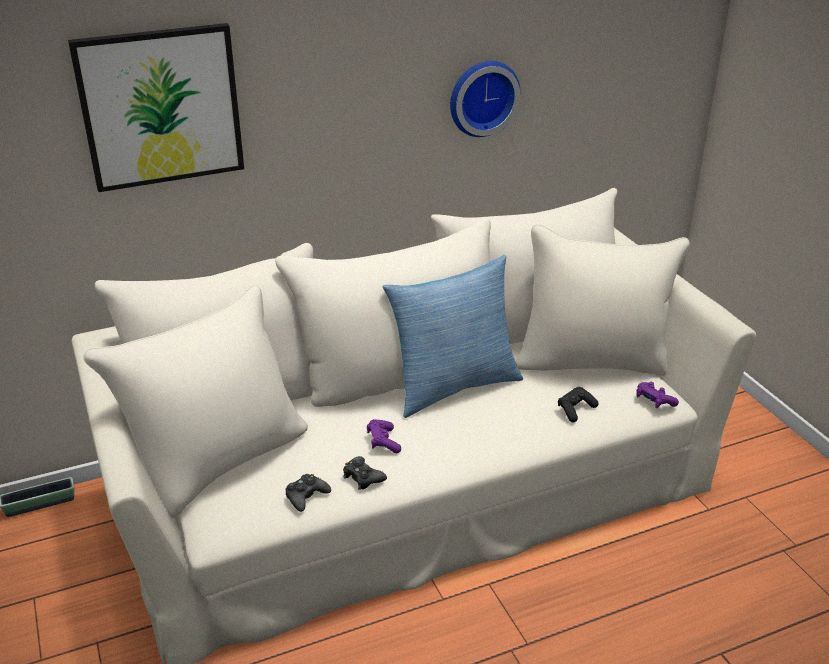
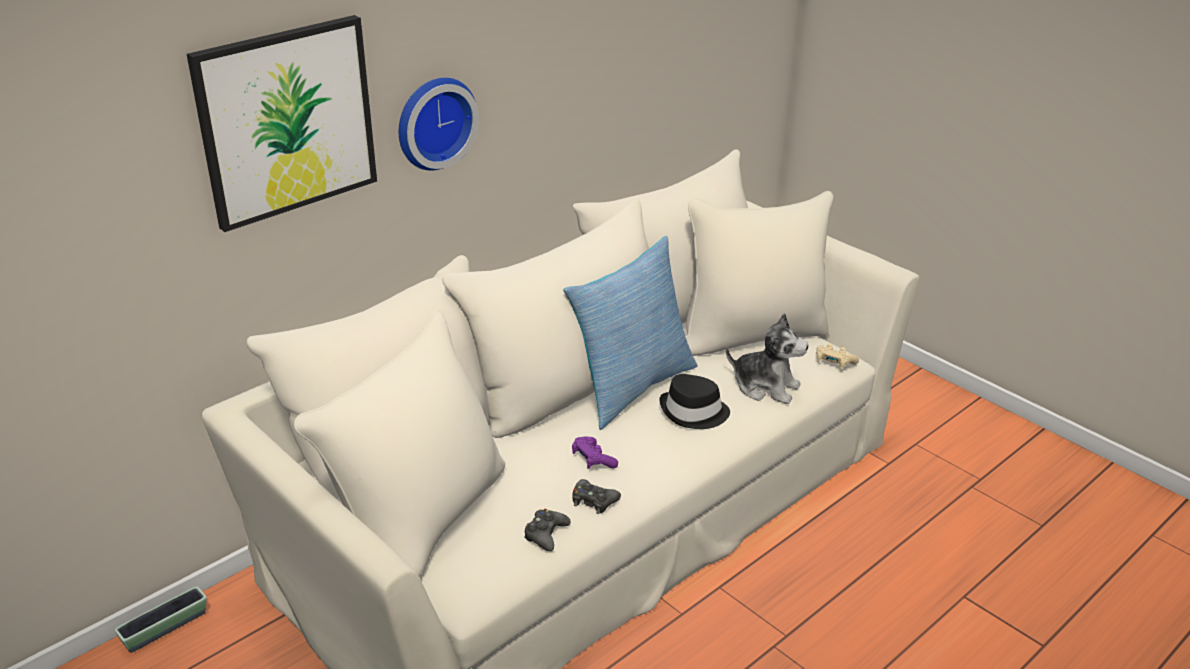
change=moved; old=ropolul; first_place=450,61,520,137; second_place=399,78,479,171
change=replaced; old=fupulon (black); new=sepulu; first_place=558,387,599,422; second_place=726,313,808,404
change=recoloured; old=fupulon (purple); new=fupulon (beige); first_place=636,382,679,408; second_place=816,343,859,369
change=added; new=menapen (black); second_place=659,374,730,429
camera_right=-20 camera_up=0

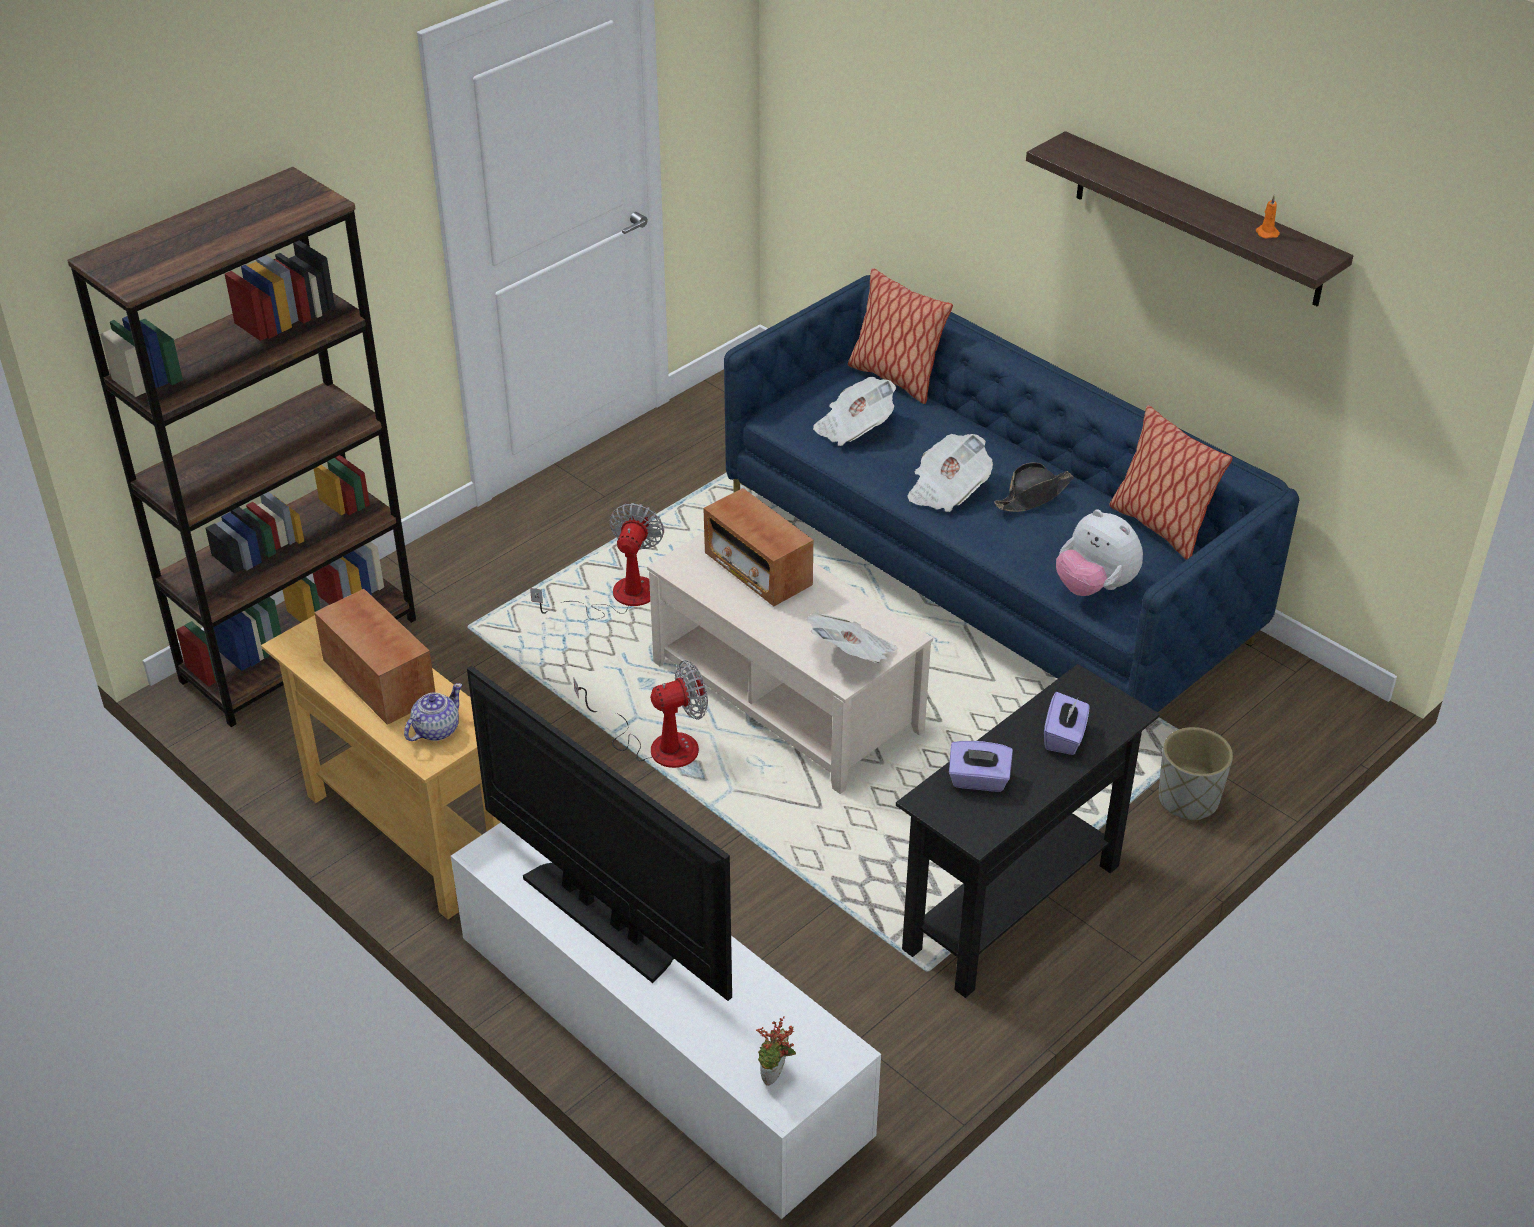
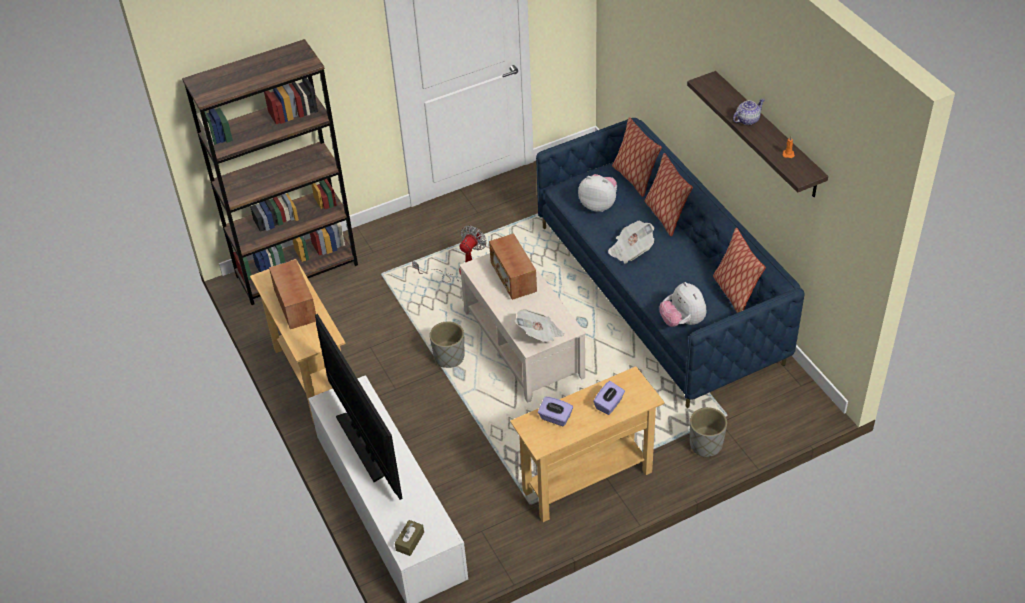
change=moved; old=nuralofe; first_place=404,683,462,741; second_place=733,98,765,125
change=replaced; old=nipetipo; new=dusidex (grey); first_place=573,660,708,768; second_place=430,321,464,368
change=replaced; old=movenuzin; new=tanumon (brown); first_place=756,1016,796,1086; second_place=395,520,424,556
change=replaced; old=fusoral; new=sepulu; first_place=813,376,896,446; second_place=578,174,617,212
change=recoloured; old=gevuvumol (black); new=gevuvumol (beige); first_place=896,664,1160,998; second_place=510,366,665,522
change=removed; old=menapen (black); first_place=994,462,1074,512
change=added; new=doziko; second_place=645,153,693,236
camera_right=20 camera_up=5

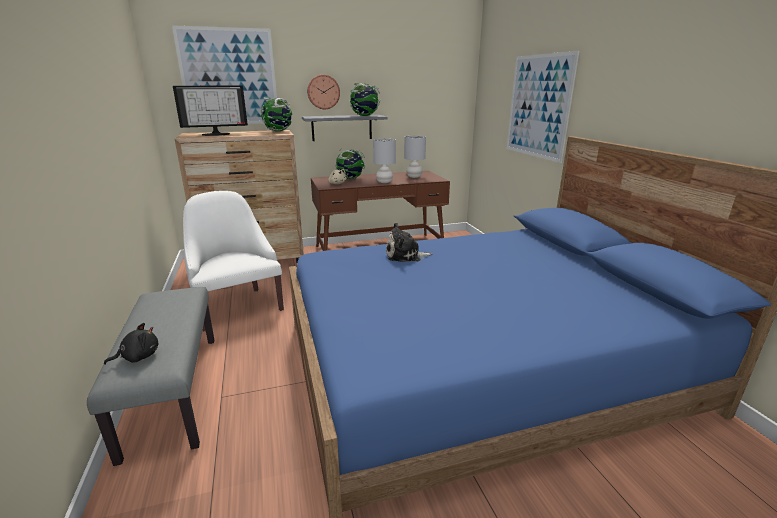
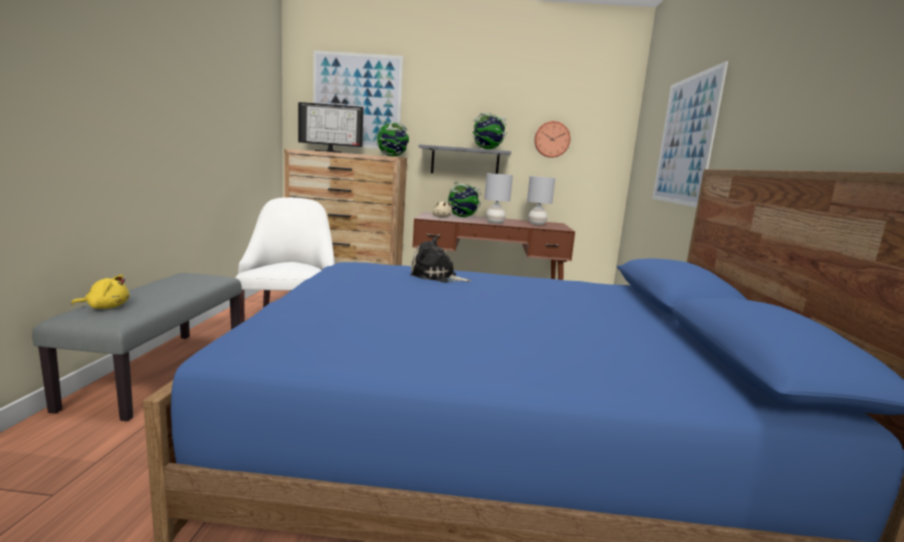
change=recoloured; old=sepulu (black); new=sepulu (yellow); first_place=104,323,159,365; second_place=71,275,130,309
change=moved; old=ropolul; first_place=307,75,340,109; second_place=534,121,571,158
camera_right=20 camera_up=-10

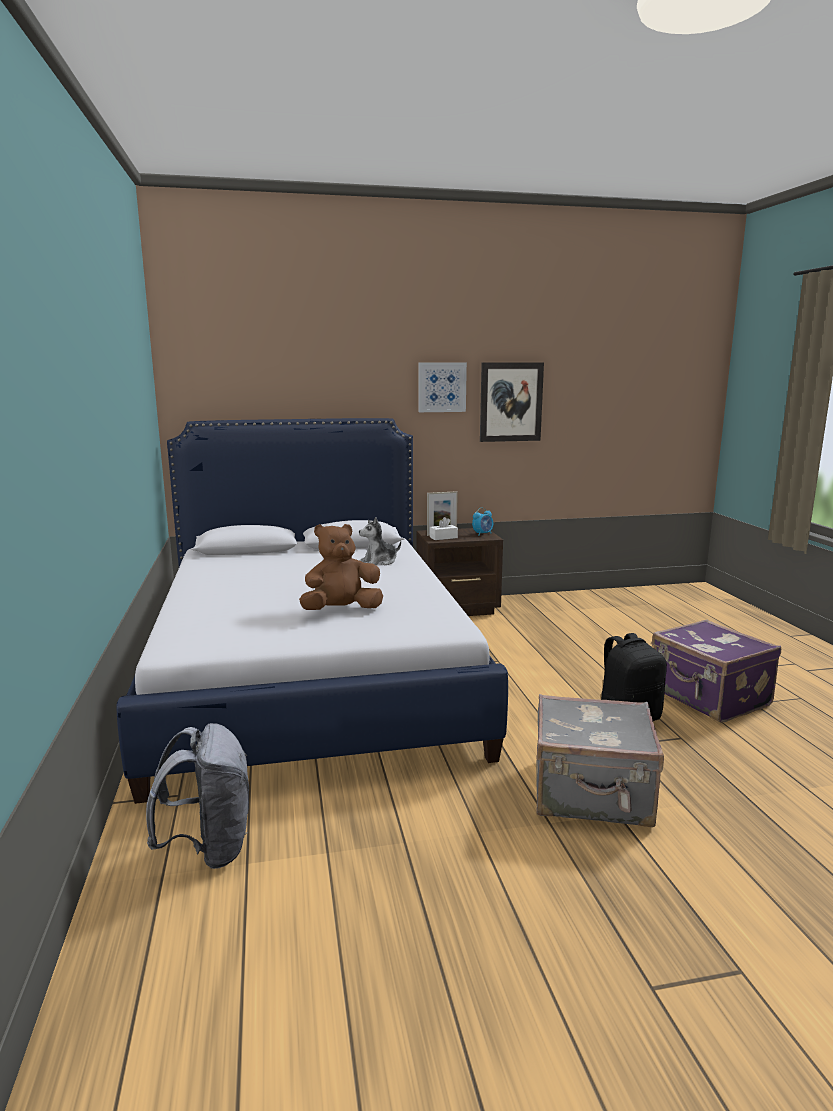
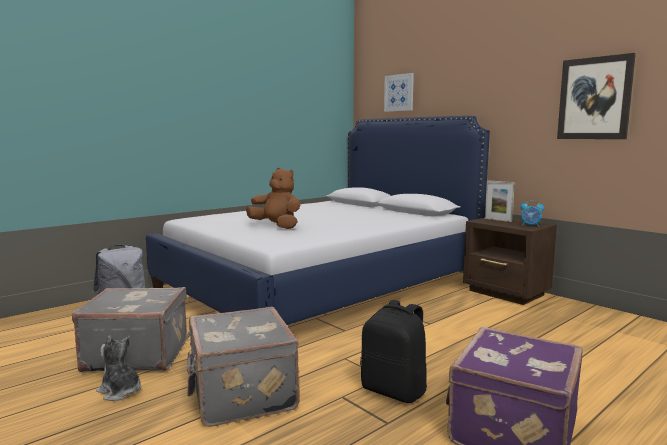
change=moved; old=sepulu; first_place=359,517,401,565; second_place=96,336,141,401
change=moved; old=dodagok; first_place=419,362,467,412; second_place=384,73,414,112
change=removed; old=tanumon (white); first_place=430,517,458,540
change=added; new=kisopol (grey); second_place=72,287,187,372
camera_right=60 camera_up=-5

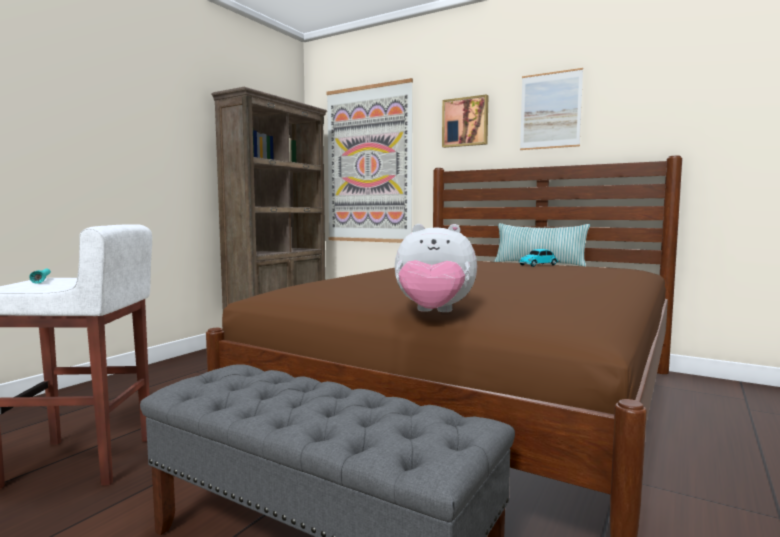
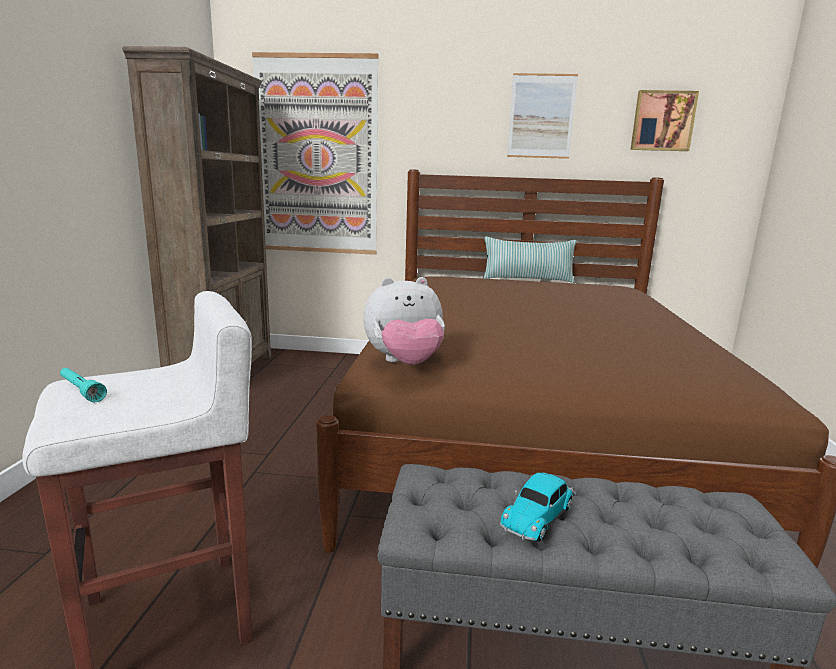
change=moved; old=sepulu; first_place=395,224,477,312; second_place=363,277,445,365
change=moved; old=dodagok; first_place=442,94,488,148; second_place=631,90,699,151
change=moved; old=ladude; first_place=518,249,560,267; second_place=500,472,576,541
camera_right=-25 camera_up=10

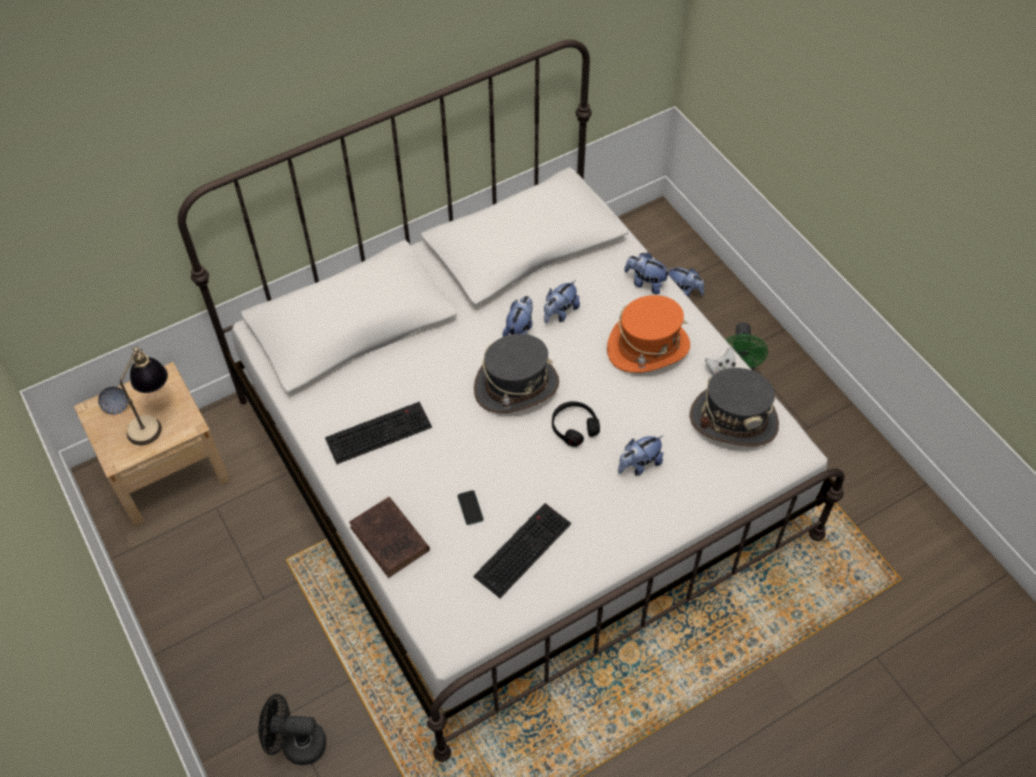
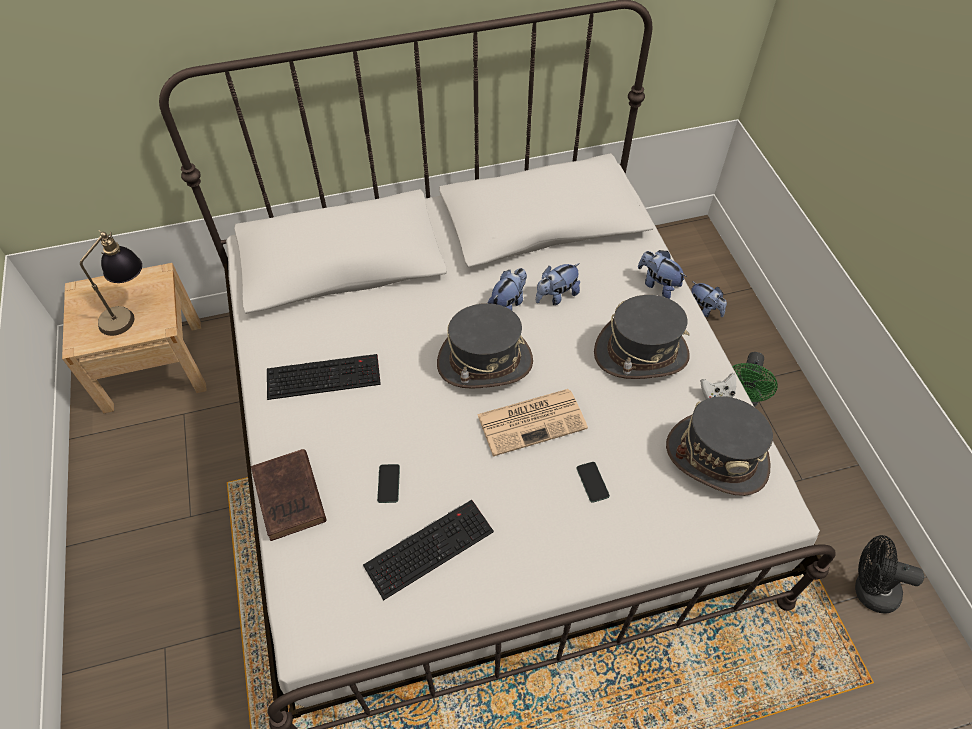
change=removed; old=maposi; first_place=98,386,128,415
change=moved; old=nipetipo (black); first_place=259,694,326,765; second_place=855,535,924,614
change=replaced; old=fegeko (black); new=fusoral; first_place=552,401,600,447; second_place=477,389,588,456
change=recoloured; old=menapen (orange); new=menapen (grey); first_place=607,295,690,373; second_place=594,295,690,379
change=replaced; old=sepulu; new=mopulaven; first_place=618,435,664,475; second_place=576,462,610,503
camera_right=15 camera_up=0

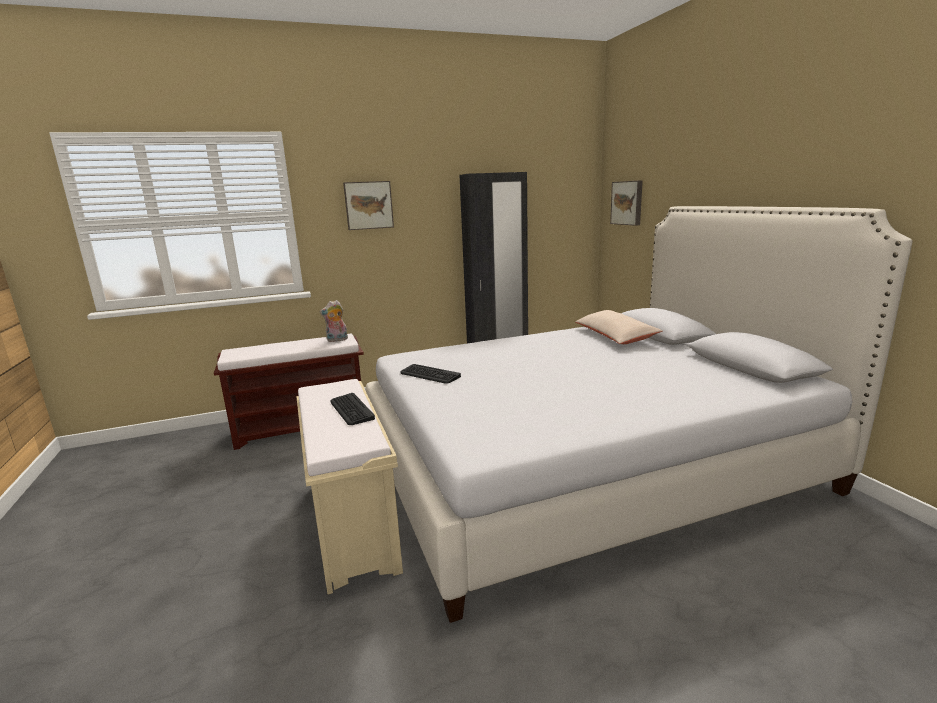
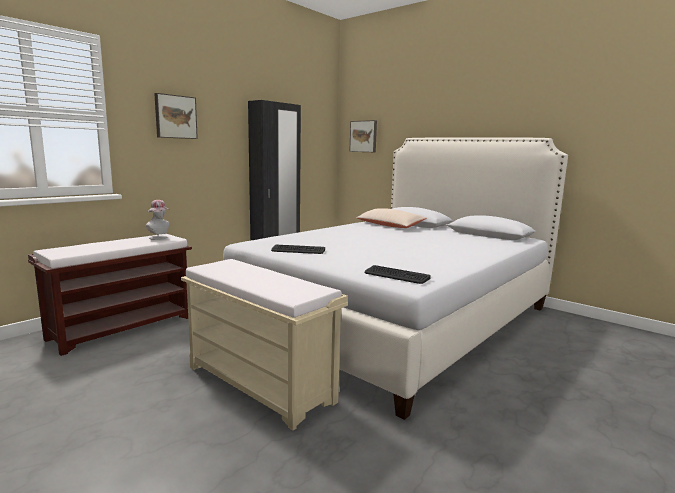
change=replaced; old=sepulu; new=menapen; first_place=320,300,348,342; second_place=146,200,169,240
change=moved; old=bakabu; first_place=330,393,375,425; second_place=365,265,431,284
camera_right=-30 camera_up=-5

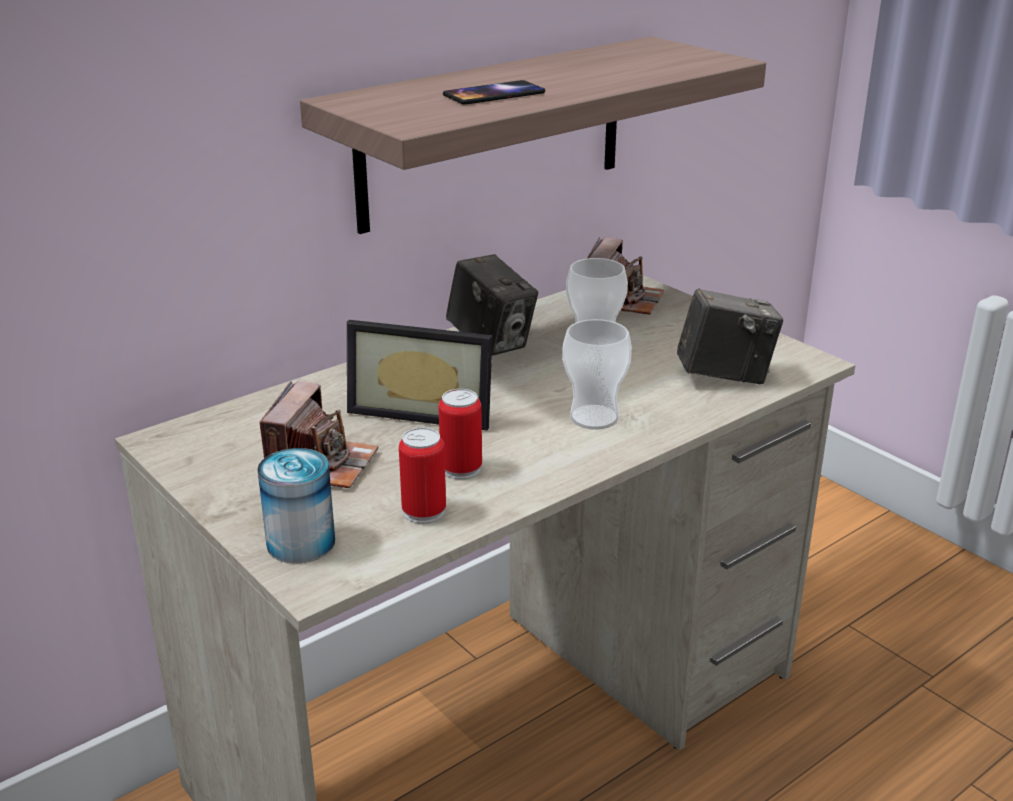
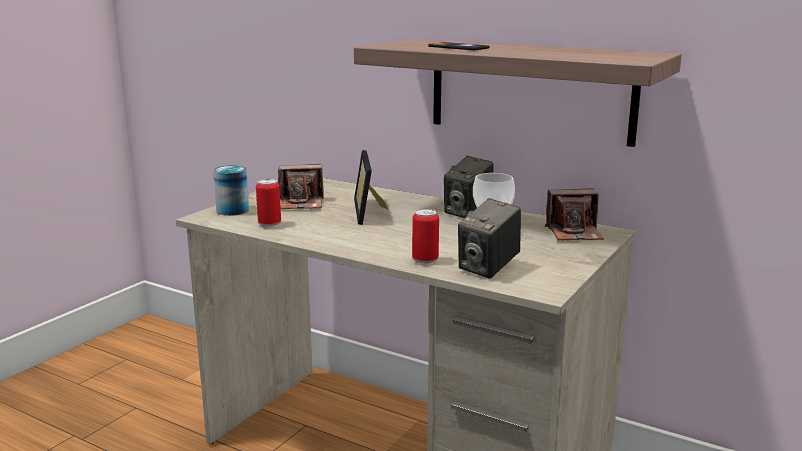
change=moved; old=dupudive; first_place=439,389,482,479; second_place=412,209,439,265
change=removed; old=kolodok; first_place=562,319,632,430
change=turned; old=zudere; first_place=677,289,783,384; second_place=458,198,521,279; degrees=60
camera_right=70 camera_up=-10

